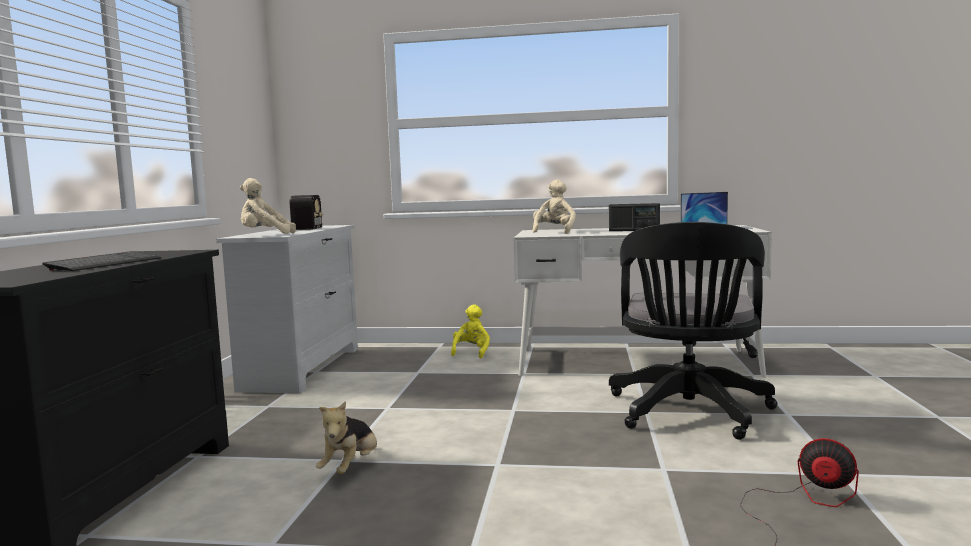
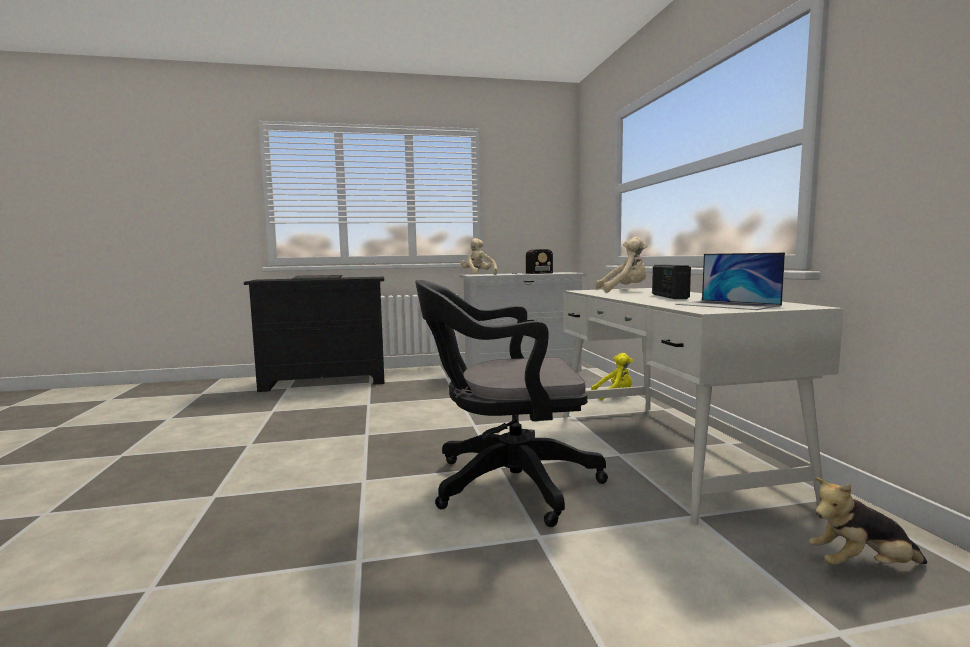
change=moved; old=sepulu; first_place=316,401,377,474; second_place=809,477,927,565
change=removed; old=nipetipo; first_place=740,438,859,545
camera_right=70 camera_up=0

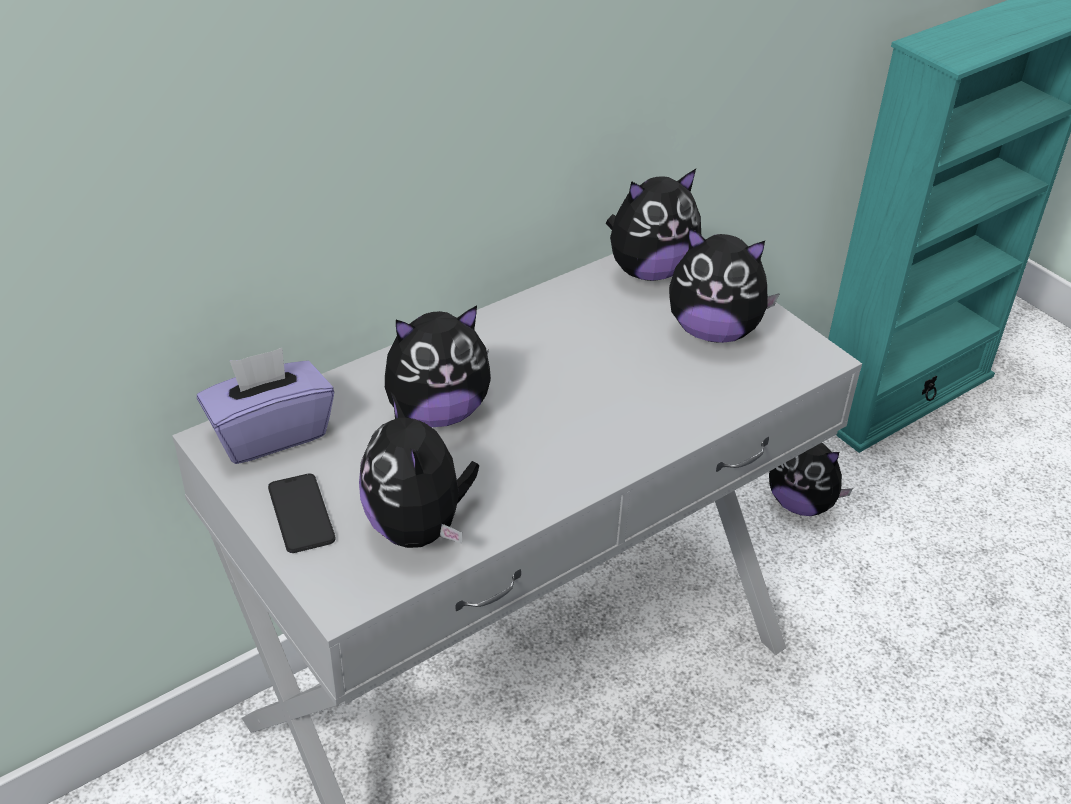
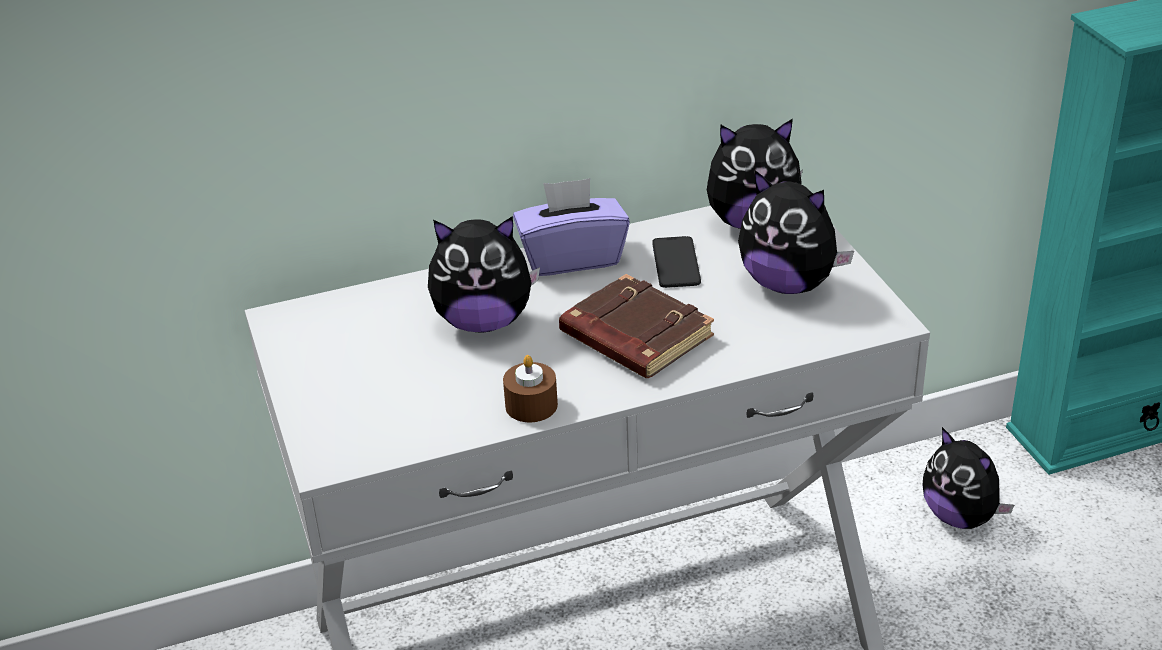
change=moved; old=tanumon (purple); first_place=197,348,334,464; second_place=513,178,630,276
change=moved; old=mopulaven; first_place=268,474,336,553; second_place=652,236,701,288
change=removed; old=sepulu; first_place=359,391,479,548
change=added; new=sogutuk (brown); second_place=503,355,558,422
change=added; new=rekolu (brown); second_place=559,274,714,378
camera_right=20 camera_up=-5

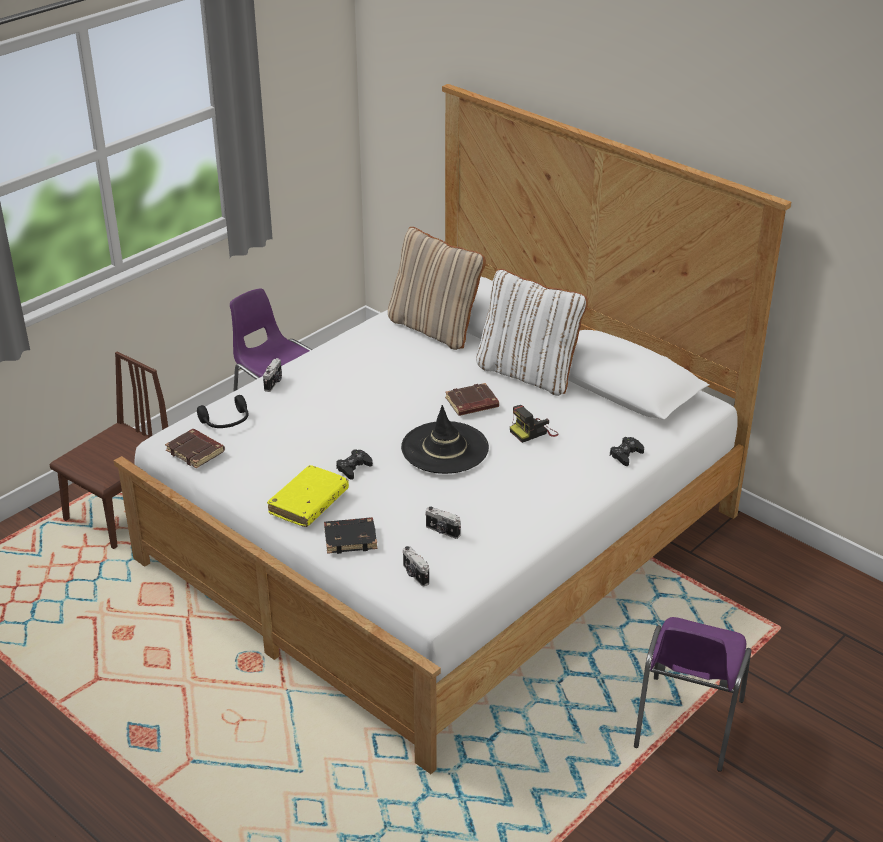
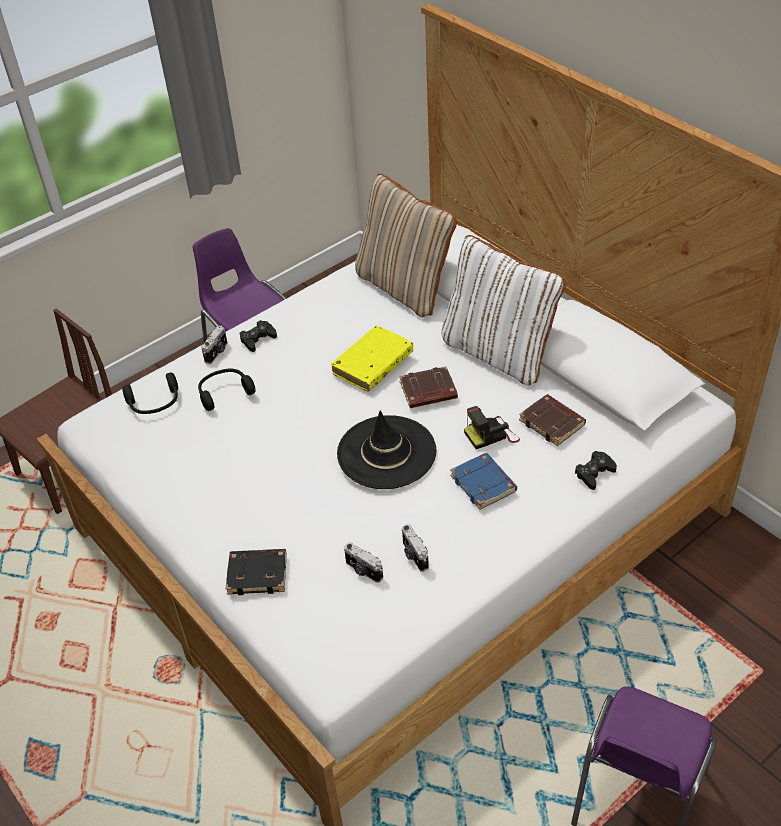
change=moved; old=rekolu (brown); first_place=165,429,225,469; second_place=519,394,586,446
change=moved; old=rekolu (yellow); first_place=267,465,349,527; second_place=331,326,413,391
change=moved; old=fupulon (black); first_place=336,449,373,480; second_place=240,320,277,352
change=moved; old=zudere; first_place=403,546,429,586; second_place=402,524,429,572
change=added; new=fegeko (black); second_place=198,369,256,411
change=added; new=rekolu (blue); second_place=450,453,517,510
camera_right=10 camera_up=10

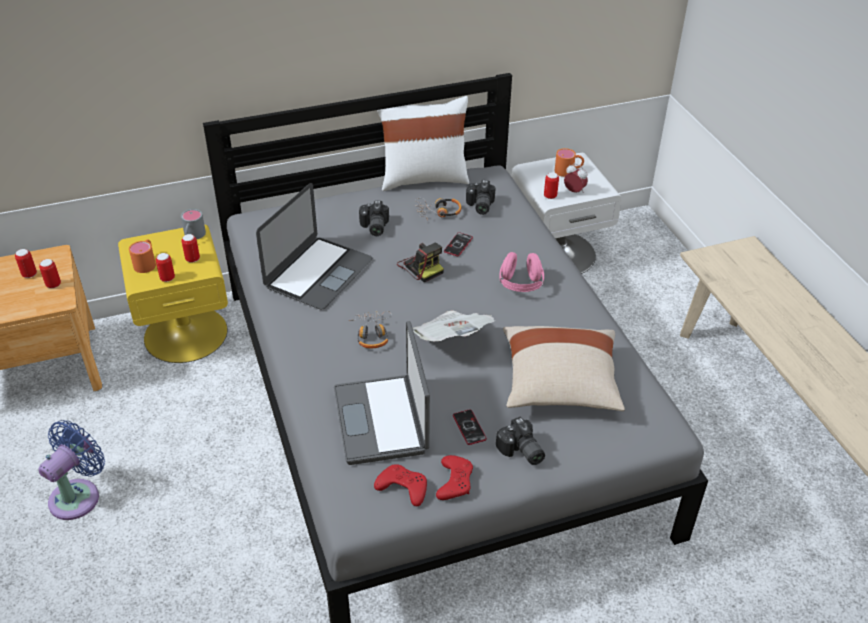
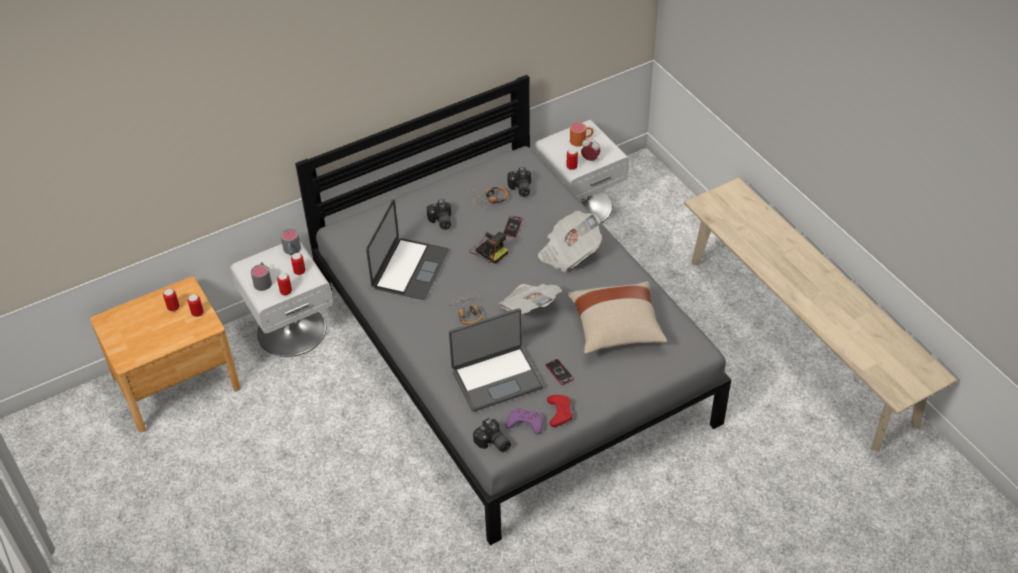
change=removed; old=nipetipo (blue); first_place=38,420,105,520
change=recoloured; old=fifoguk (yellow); new=fifoguk (white); first_place=118,224,228,363; second_place=230,242,333,357
change=recoloured; old=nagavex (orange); new=nagavex (grey); first_place=129,239,156,273; second_place=251,262,272,291
change=turned; old=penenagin; first_place=334,321,430,465; second_place=449,308,543,412; degrees=-90
change=recoloured; old=fupulon (red); new=fupulon (purple); first_place=374,464,427,506; second_place=505,408,543,435
change=removed; old=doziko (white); first_place=377,96,469,191
change=moved; old=zudere; first_place=496,417,545,465; second_place=473,418,511,452
change=replaced; old=fegeko (pink); new=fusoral; first_place=499,252,544,292; second_place=538,211,602,272
camera_right=-10 camera_up=5

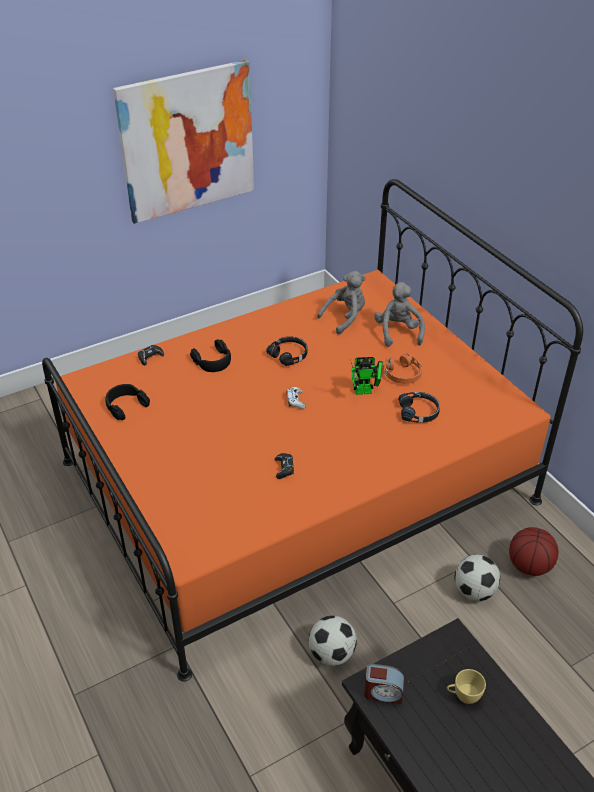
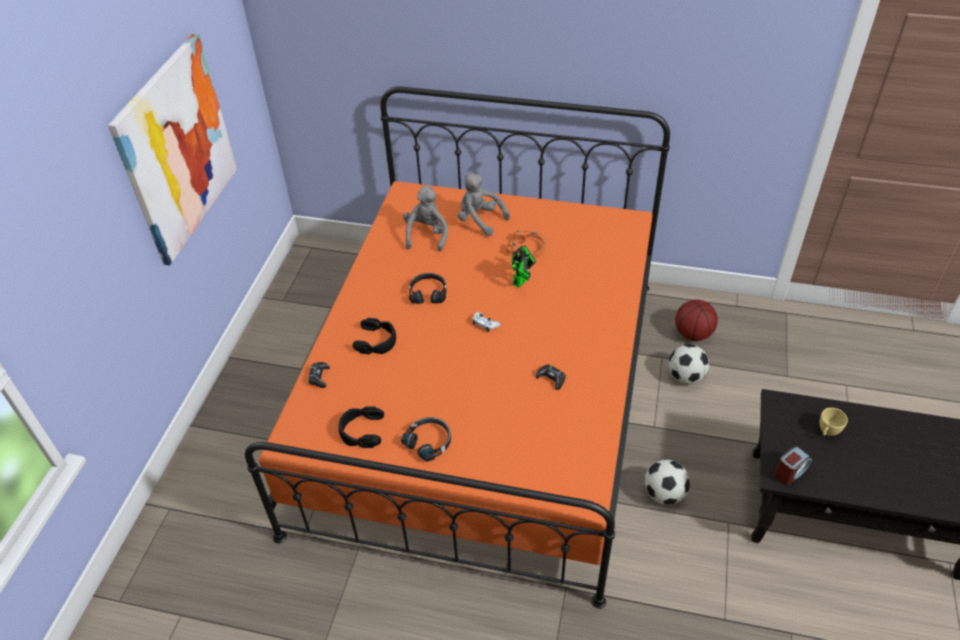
change=moved; old=fegeko (black); first_place=399,392,440,423; second_place=401,417,451,462
camera_right=-45 camera_up=5

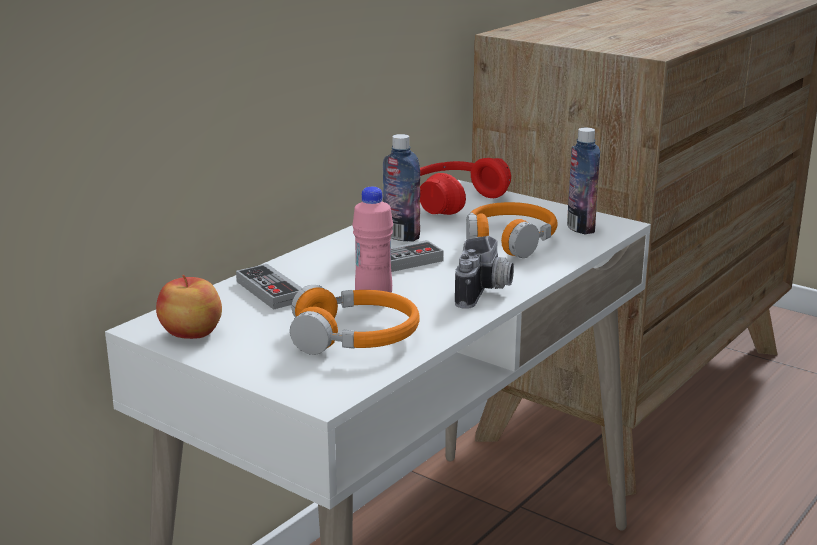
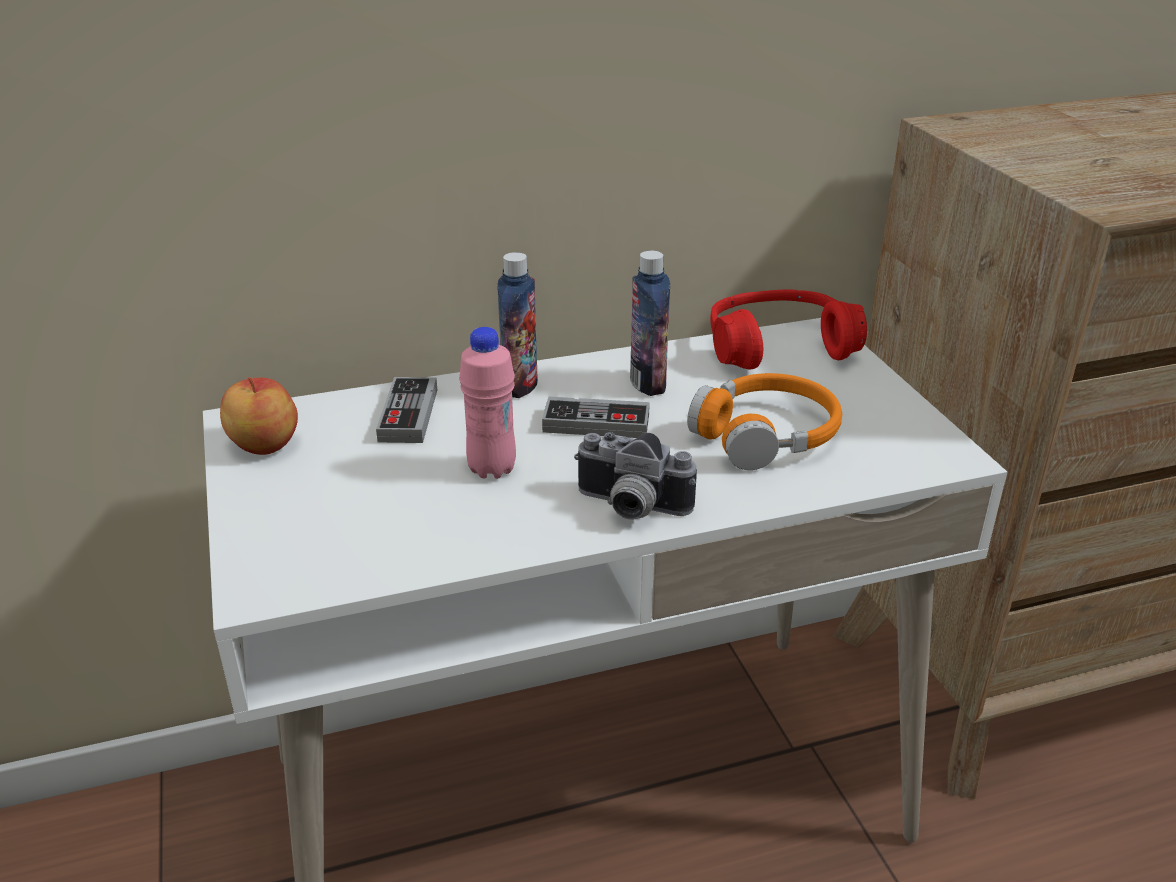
change=removed; old=fegeko (orange); first_place=290,285,419,355
change=turned; old=zudere; first_place=455,236,514,309; second_place=574,432,697,520; degrees=60
change=moved; old=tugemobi; first_place=567,128,600,235; second_place=497,252,538,398
camera_right=35 camera_up=10

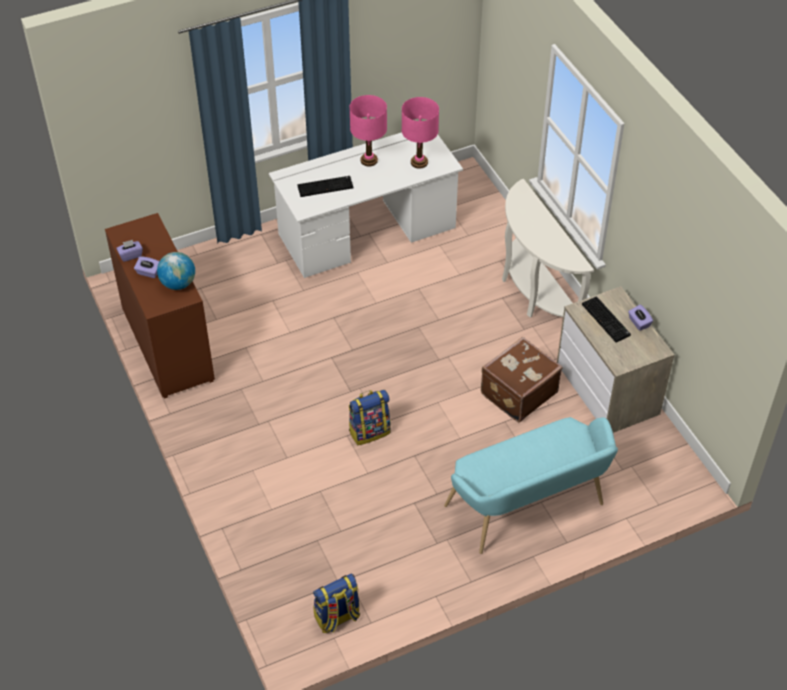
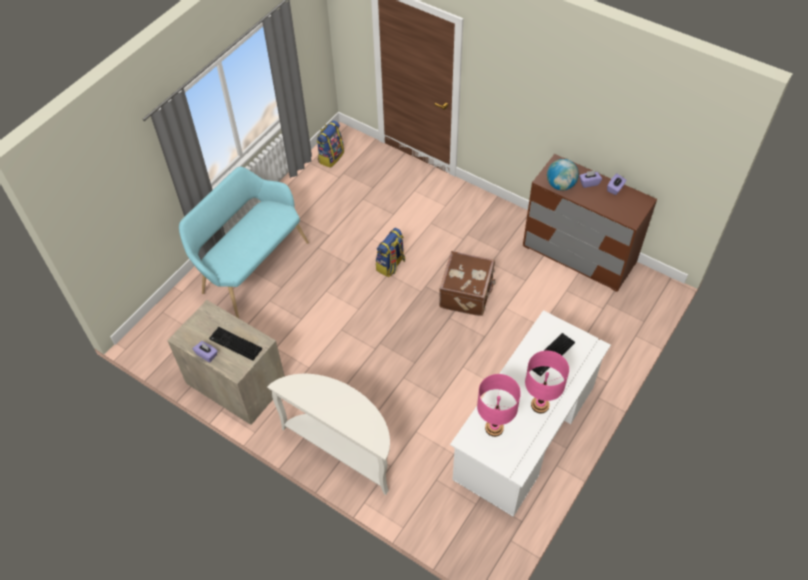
change=moved; old=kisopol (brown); first_place=481,337,562,423; second_place=439,251,495,316
camera_right=150 camera_up=5

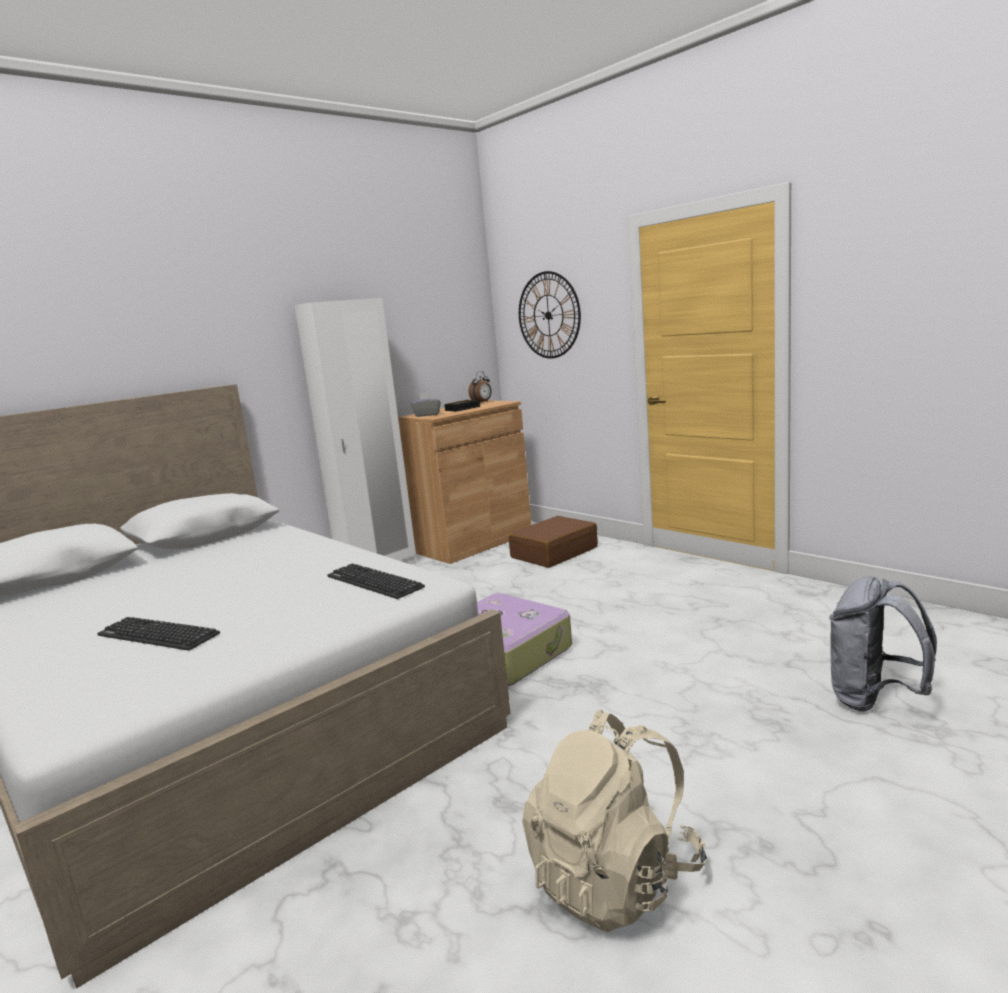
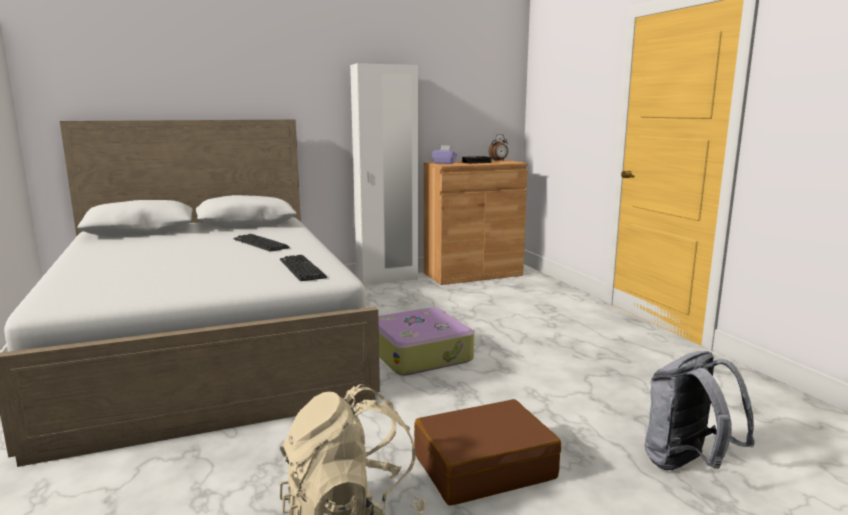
change=moved; old=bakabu; first_place=98,617,220,650; second_place=234,234,290,251
change=recoloured; old=tanumon (grey); new=tanumon (purple); first_place=411,393,441,417; second_place=432,145,457,164
change=moved; old=kisopol (brown); first_place=509,516,598,568; second_place=414,399,561,506
change=removed; old=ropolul; first_place=519,271,581,359
camera_right=20 camera_up=0

